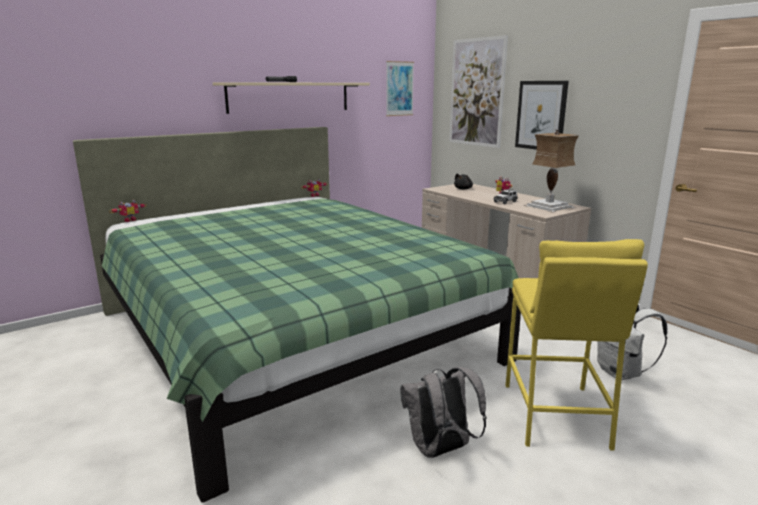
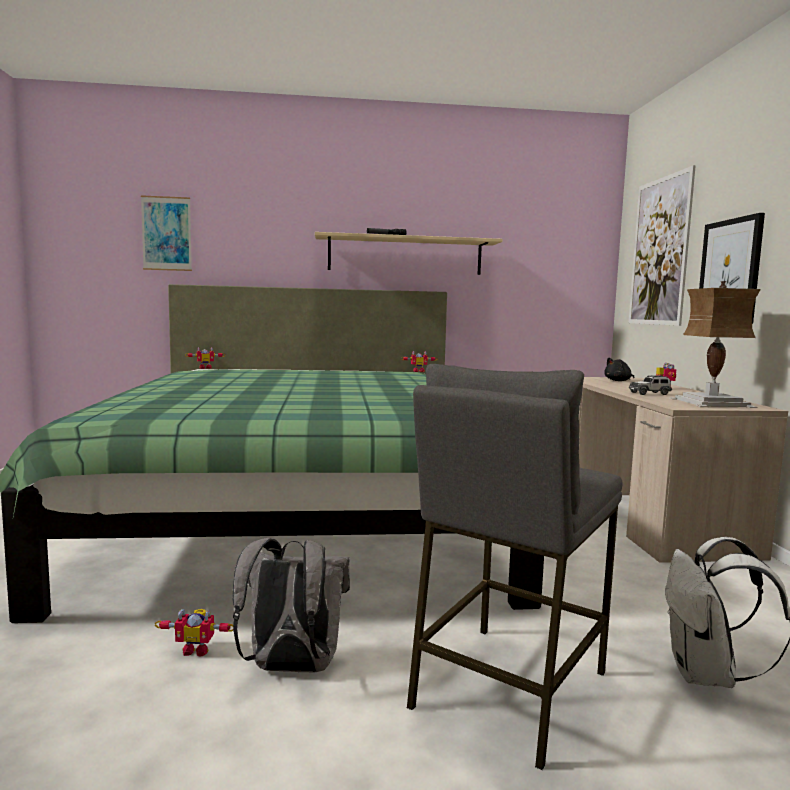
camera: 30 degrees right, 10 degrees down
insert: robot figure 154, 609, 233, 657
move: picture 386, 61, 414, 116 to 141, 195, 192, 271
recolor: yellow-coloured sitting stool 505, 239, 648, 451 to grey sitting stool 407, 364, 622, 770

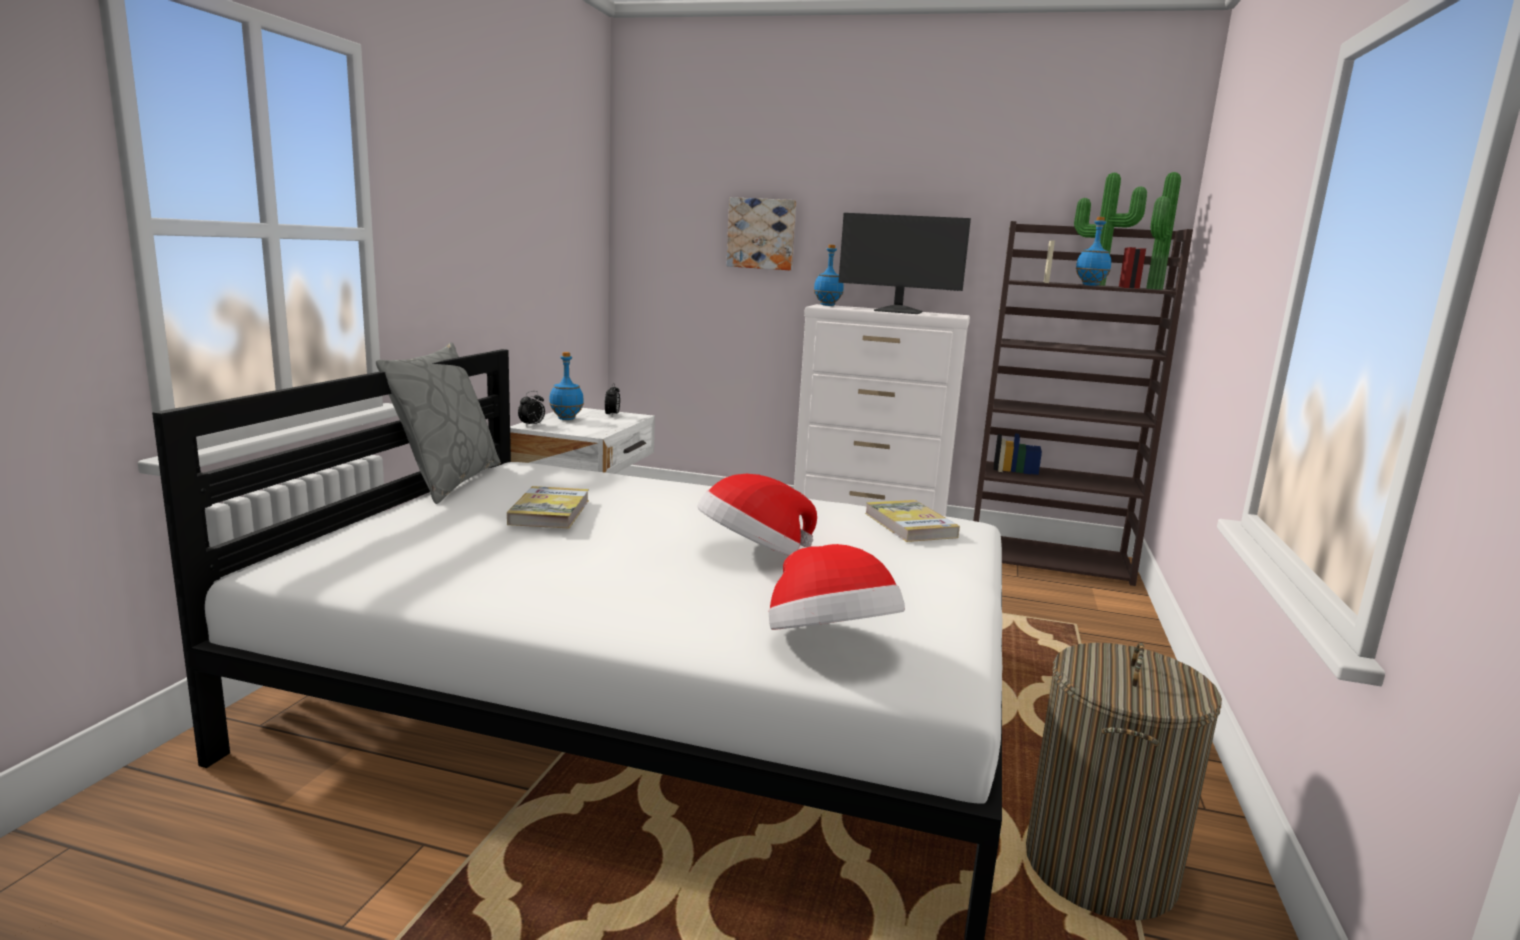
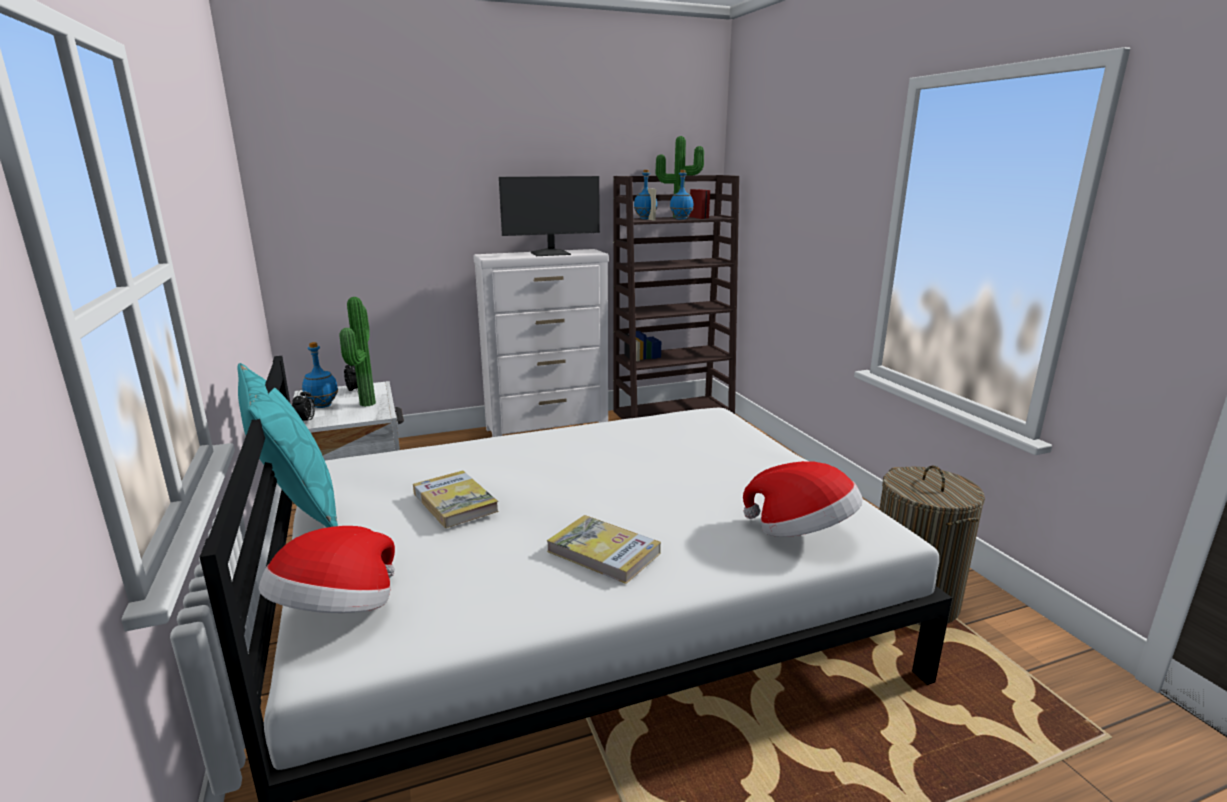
camera: 35 degrees left, 5 degrees up
delete: picture 726, 197, 796, 270
move: hat 698, 474, 817, 556 to 259, 526, 395, 613; houseplant 1146, 172, 1181, 290 to 340, 297, 376, 407; bound book 865, 500, 960, 542 to 547, 515, 661, 584; bluish drink bottle 814, 245, 844, 306 to 634, 170, 657, 219
recolor: grey pillow 376, 342, 501, 504 to turquoise-coloured pillow 238, 363, 338, 528

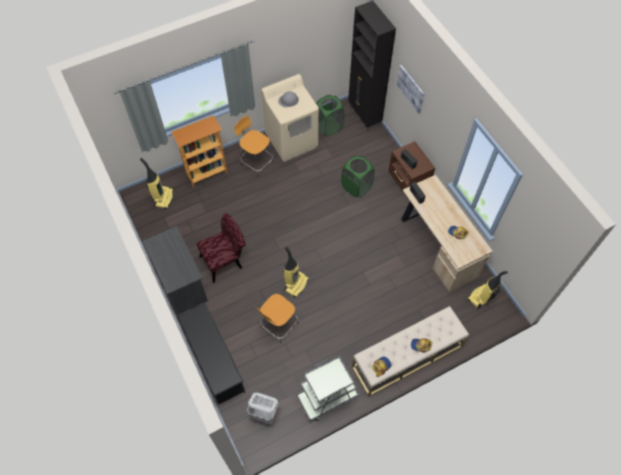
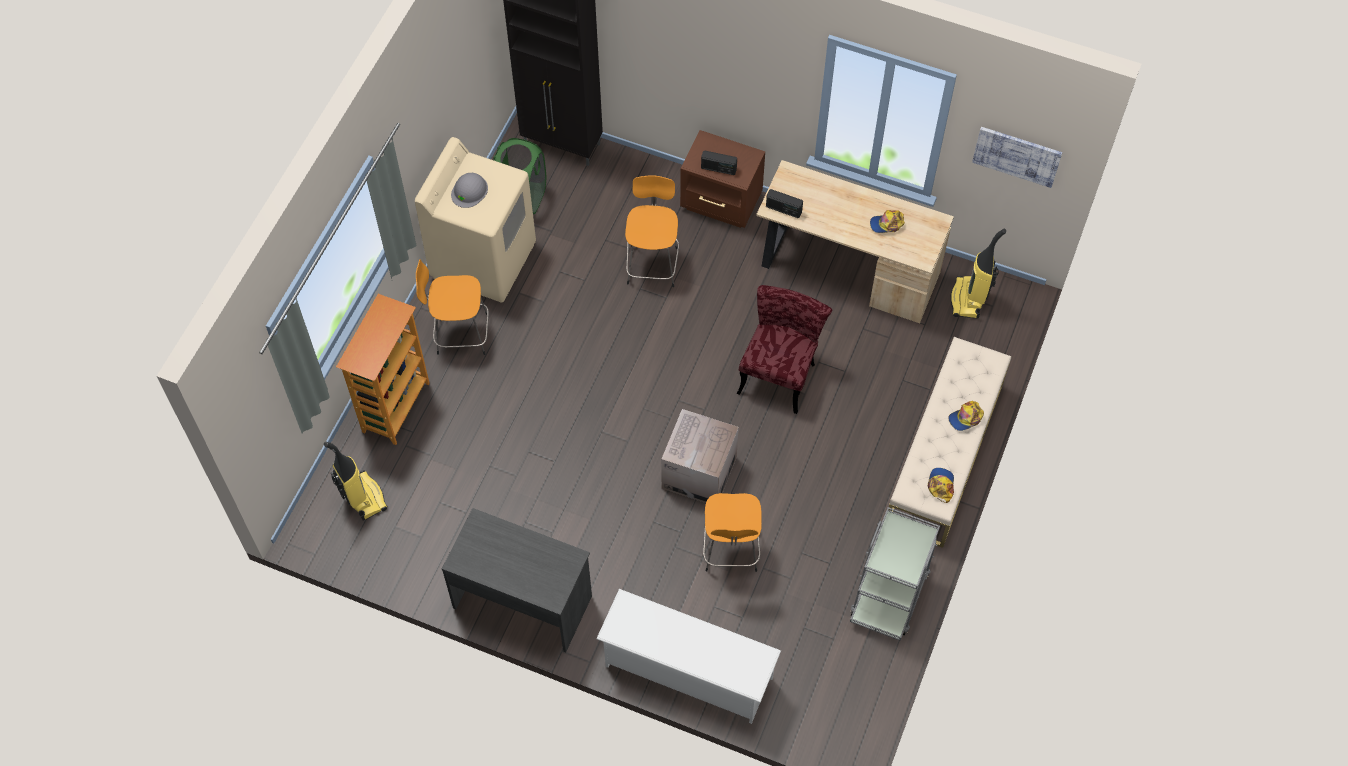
camera: 40 degrees left, 0 degrees up
delete: white-coloured washing basket 247, 392, 278, 425
move: reddish plain chair 197, 213, 245, 283 to 737, 285, 832, 414; picture 397, 65, 424, 113 to 972, 127, 1062, 188
replace: greenish washing basket 341, 156, 374, 197 to orangey sitting stool 625, 175, 679, 287; hoover 283, 246, 309, 298 to carton 661, 409, 739, 503
recolor: black shoe shelf 177, 303, 245, 404 to white-coloured shoe shelf 596, 589, 781, 724

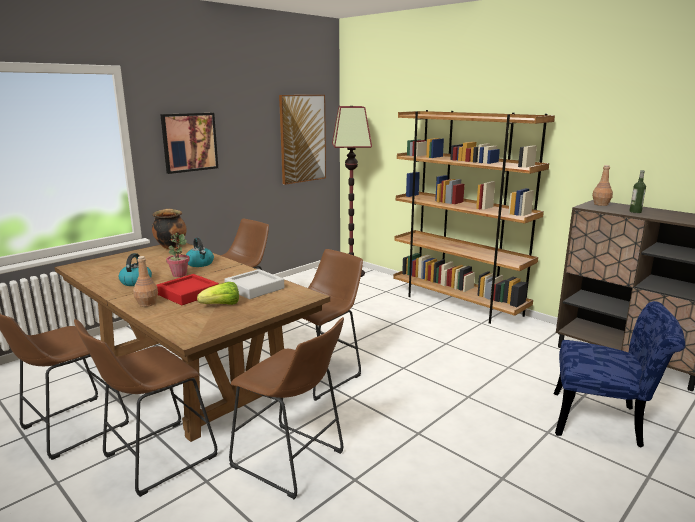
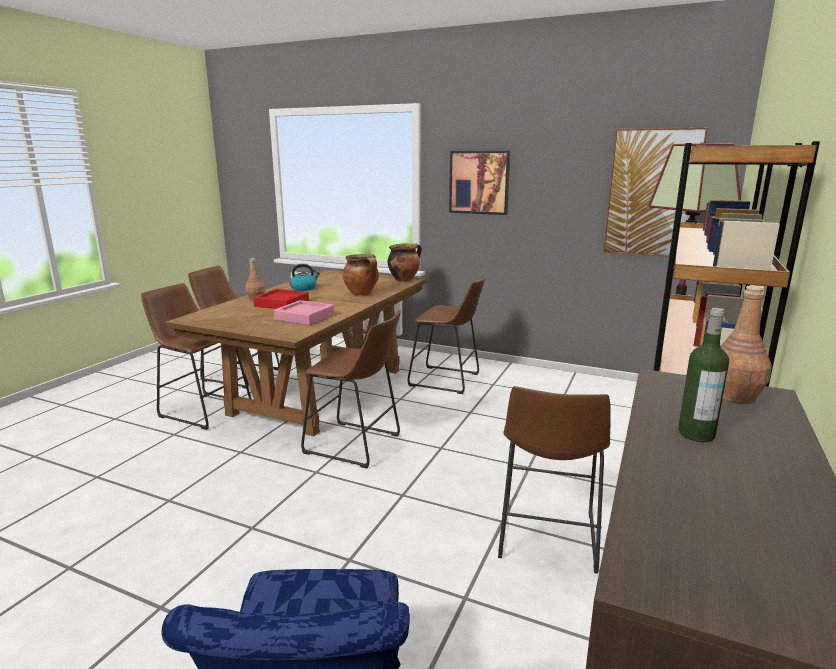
camera: 70 degrees right, 0 degrees up
delete: houseplant 166, 233, 190, 277; head of lettuce 197, 282, 239, 305
move: brownish sitting stool 229, 317, 344, 499 to 498, 386, 611, 574
replace: tea kettle 186, 238, 214, 267 to saucepot 343, 254, 379, 296
recolor: grey serving tray 224, 269, 284, 299 to pink serving tray 274, 300, 334, 325

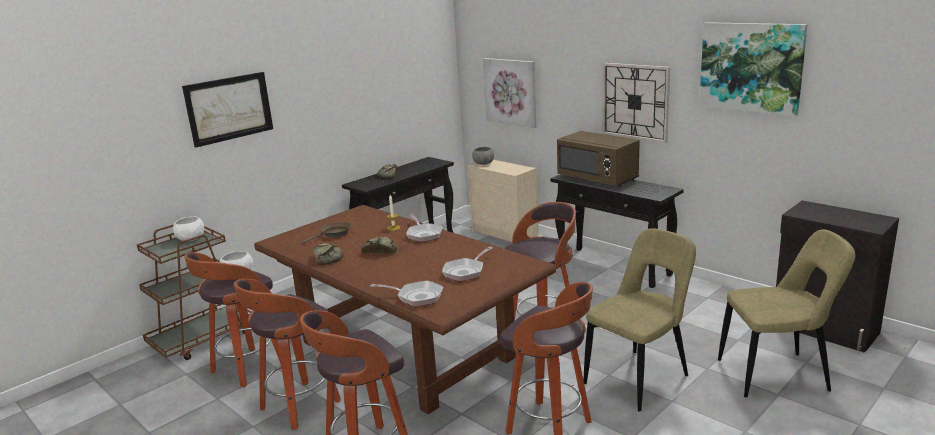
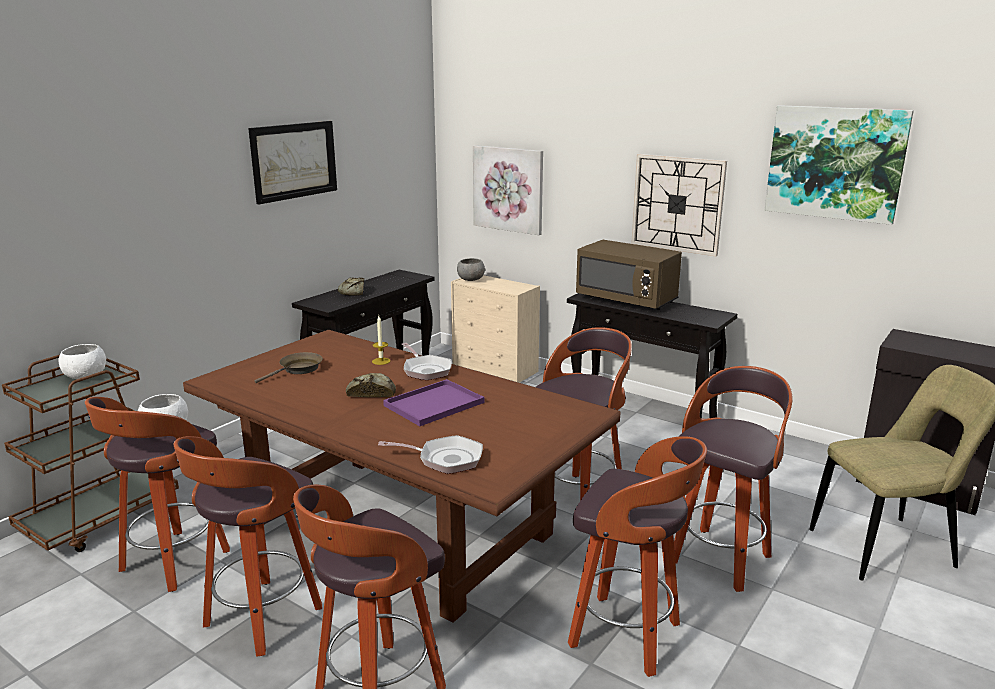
camera: 10 degrees left, 0 degrees up
delete: bread 314, 243, 343, 265; frying pan 442, 247, 493, 281
insert: purplish serving tray 383, 379, 484, 426
move: picture 182, 72, 273, 148 to 248, 121, 337, 204
replace: beige plain chair 584, 228, 696, 412 to sitting stool 674, 366, 792, 592

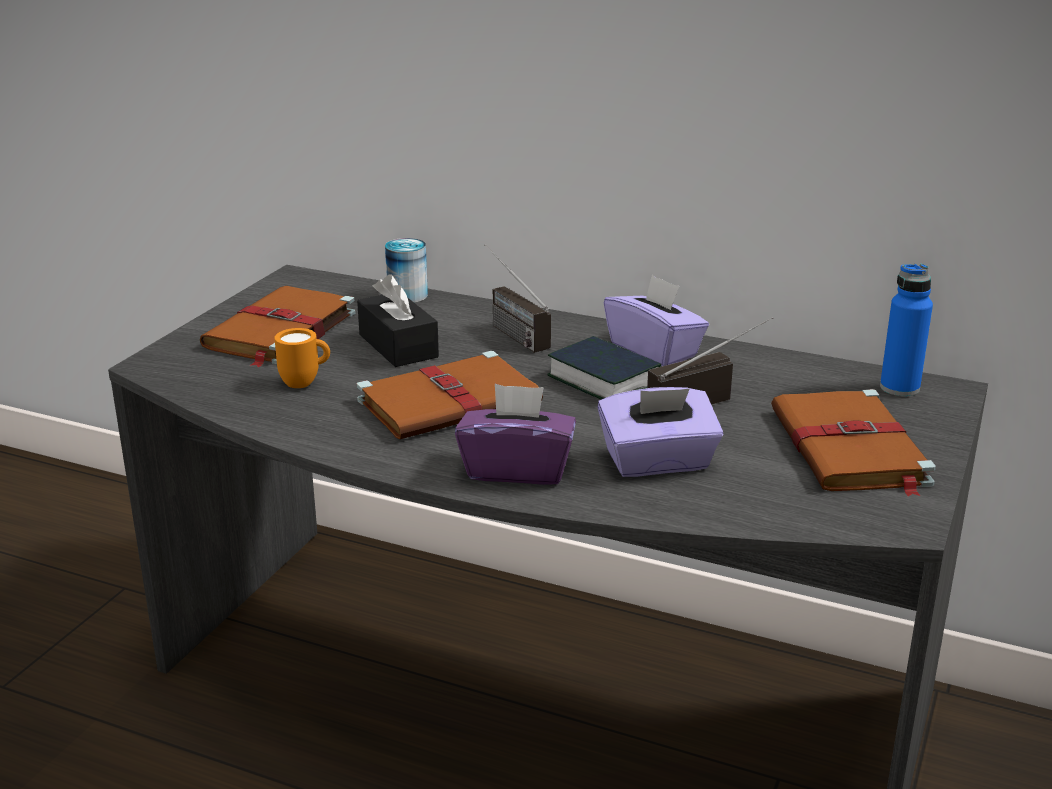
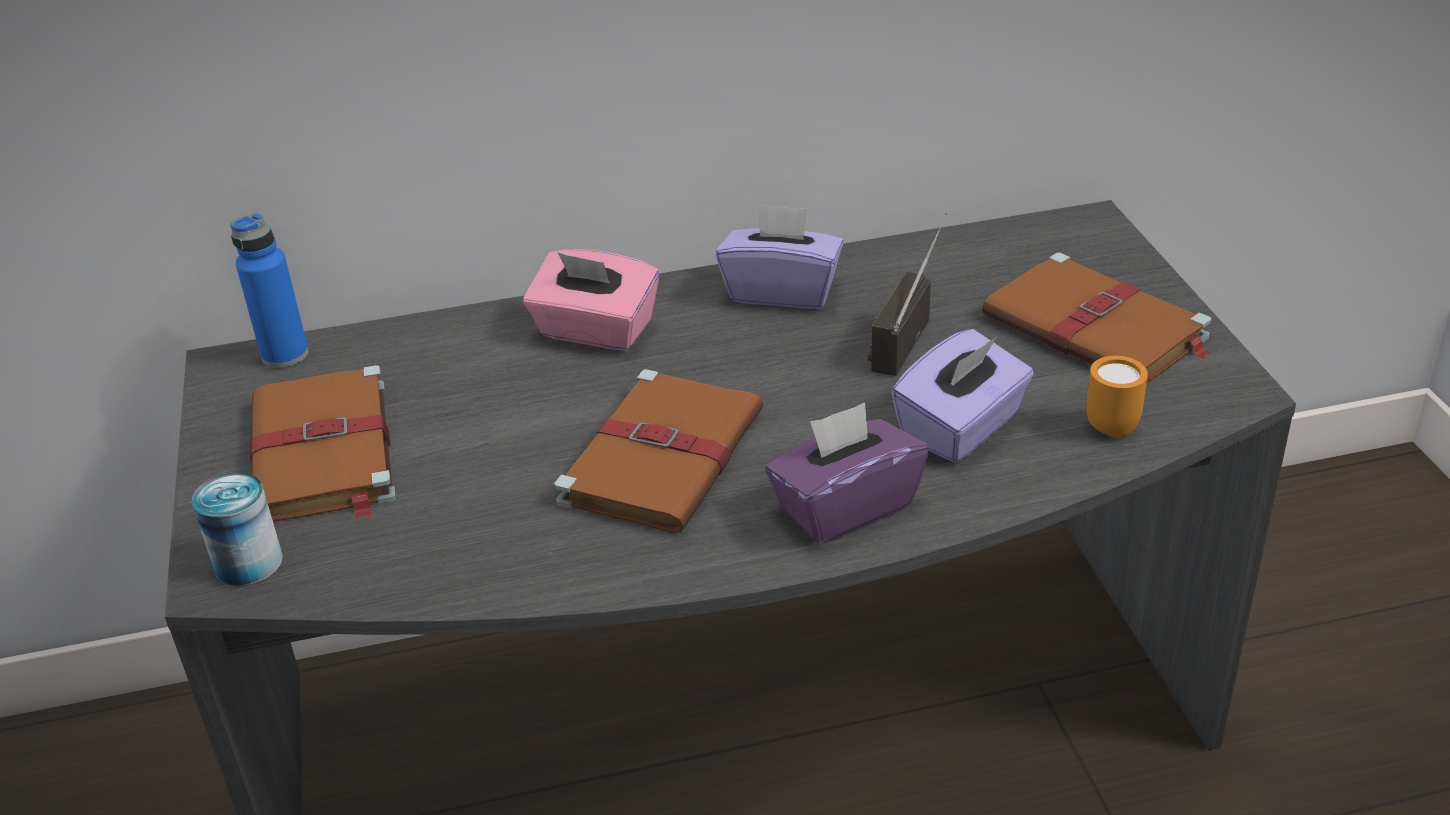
camera: 35 degrees left, 10 degrees up
delete: black box of tissues 357, 274, 439, 367; bound book 547, 336, 662, 399
move: metal can 385, 238, 428, 303 to 192, 472, 283, 586; bluish drink bottle 880, 264, 933, 396 to 230, 213, 308, 368; orangey tea mug 274, 328, 330, 388 to 1086, 356, 1148, 438
replace: radio receiver 484, 244, 551, 353 to pink box of tissues 523, 249, 659, 351

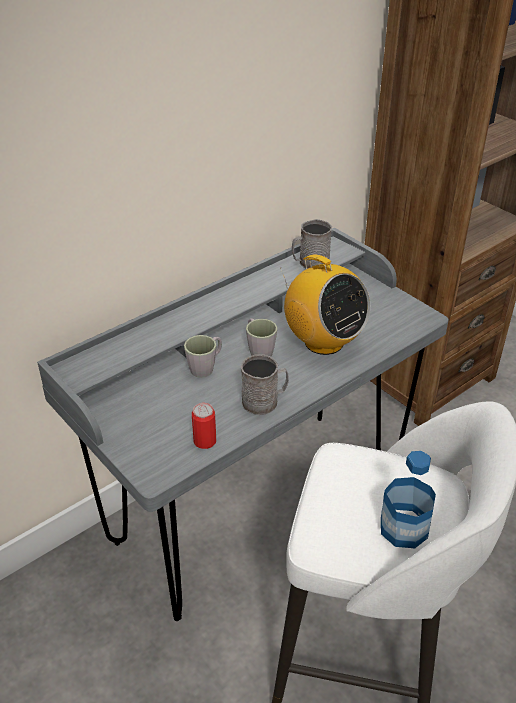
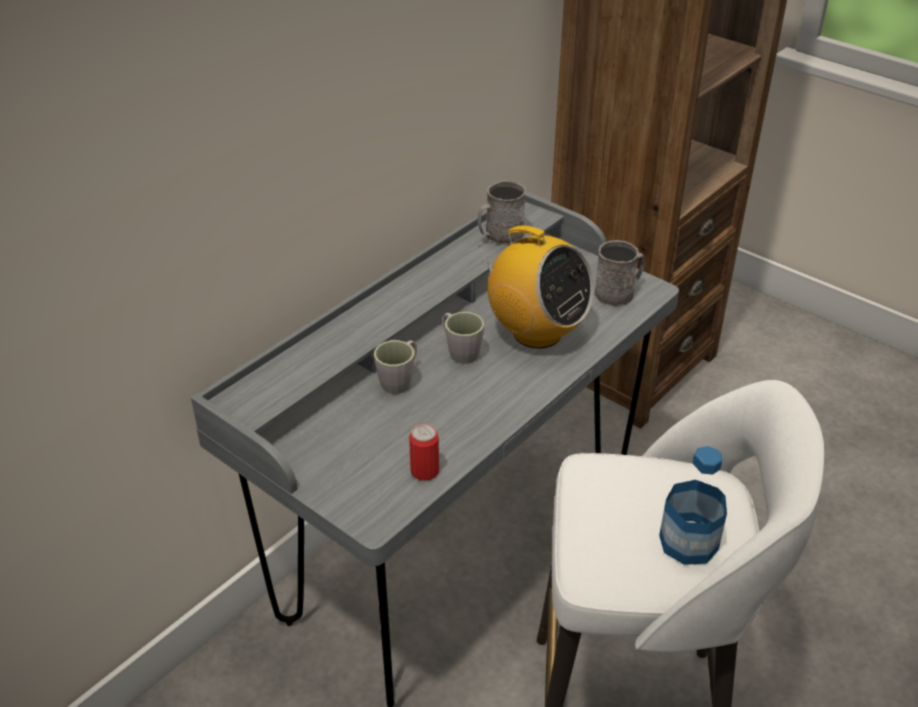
camera: 10 degrees left, 0 degrees up
move: grey tea mug 240, 354, 289, 415 to 594, 240, 645, 306

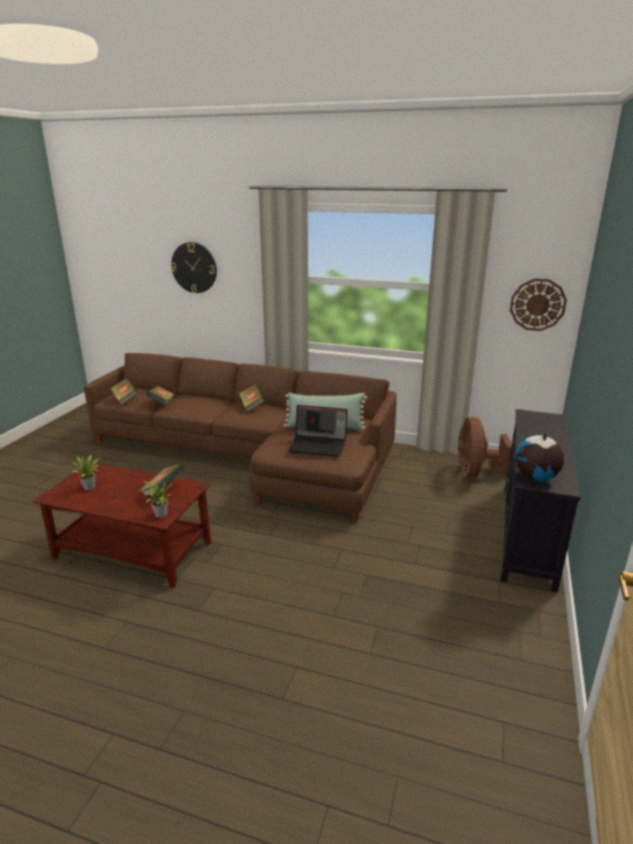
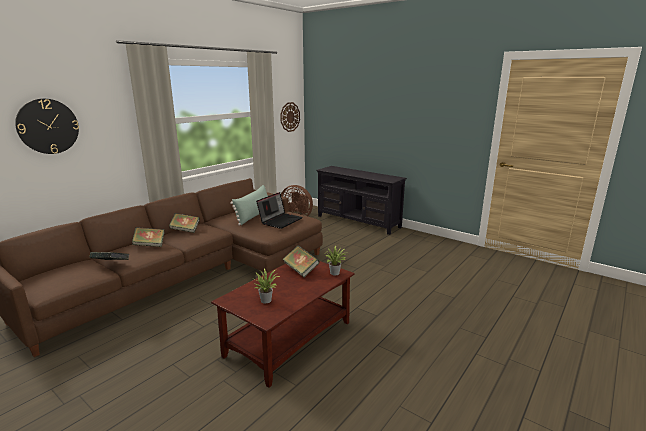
camera: 70 degrees left, 5 degrees down
delete: desk globe 515, 433, 564, 482
move: bound book 111, 378, 138, 405 to 132, 227, 165, 247

